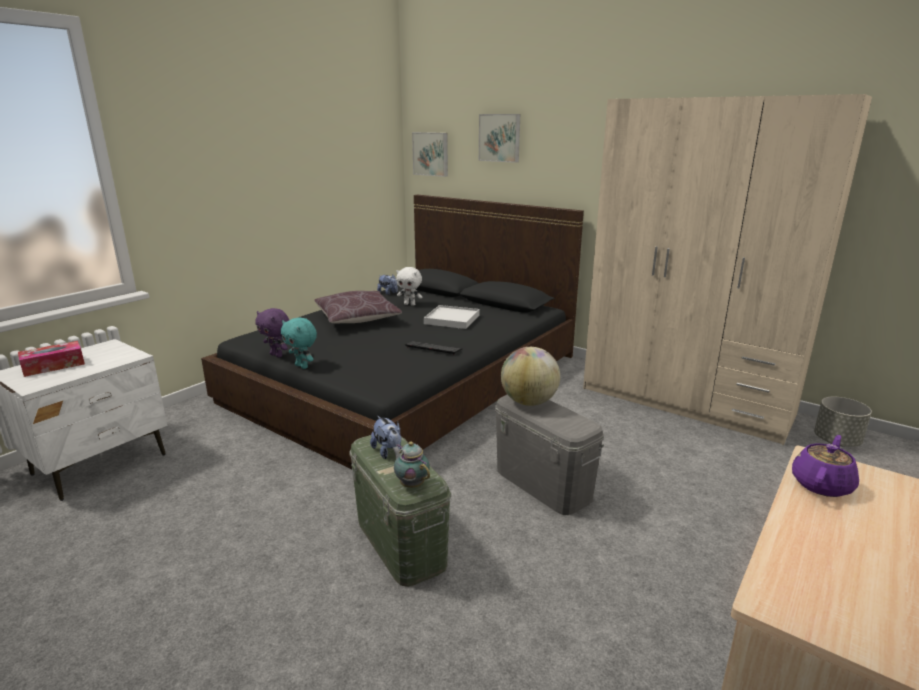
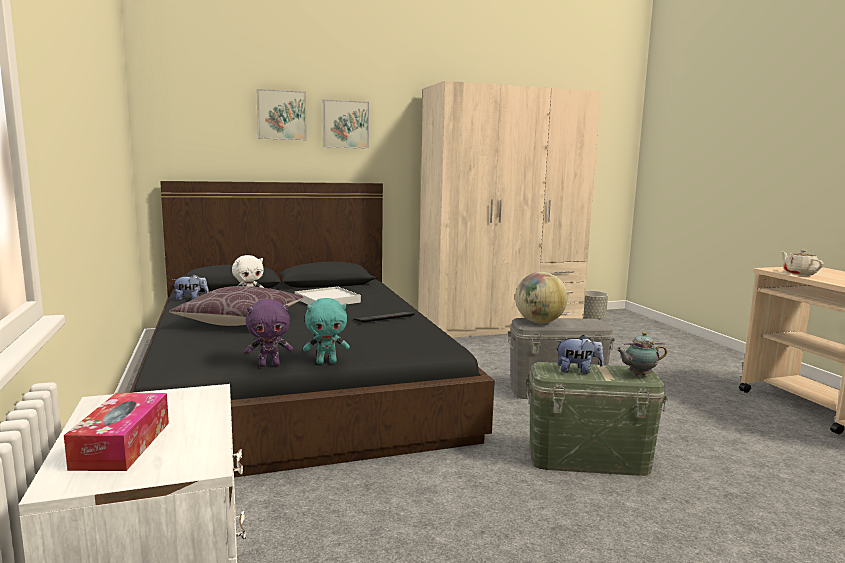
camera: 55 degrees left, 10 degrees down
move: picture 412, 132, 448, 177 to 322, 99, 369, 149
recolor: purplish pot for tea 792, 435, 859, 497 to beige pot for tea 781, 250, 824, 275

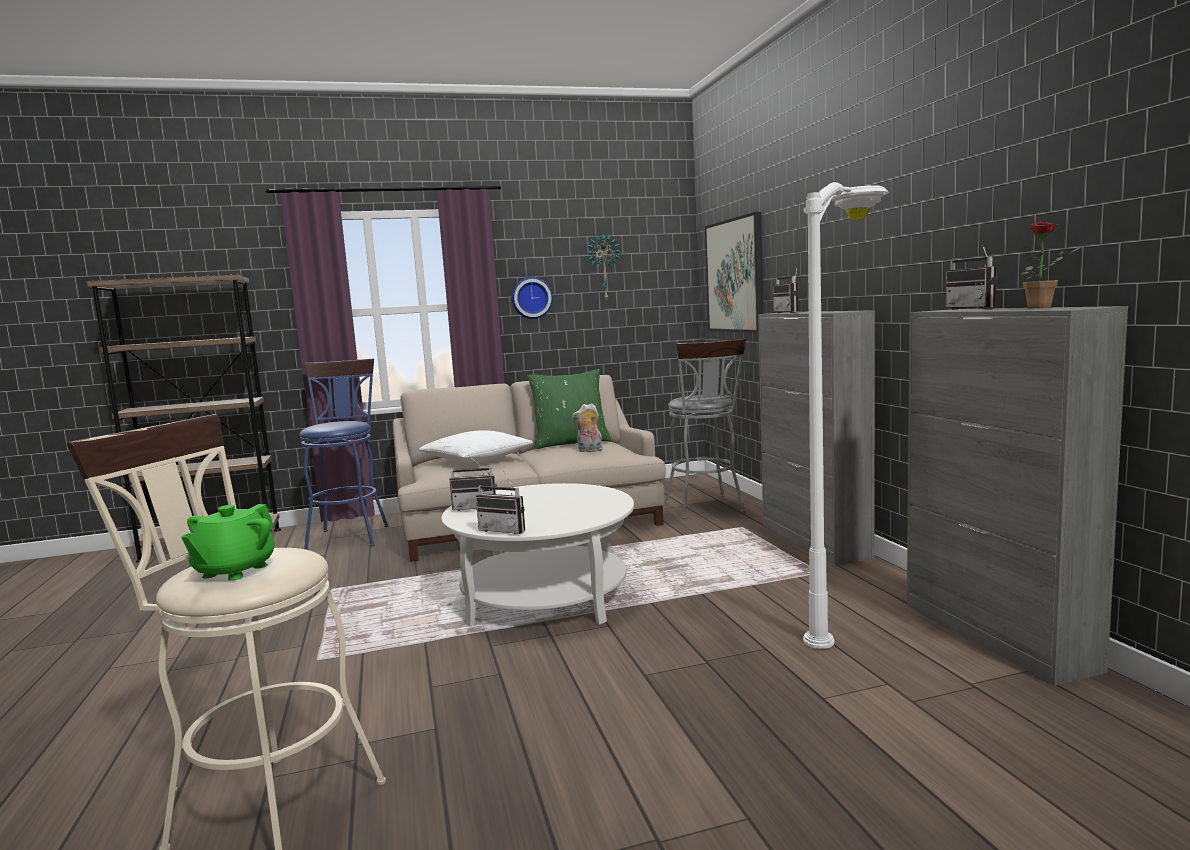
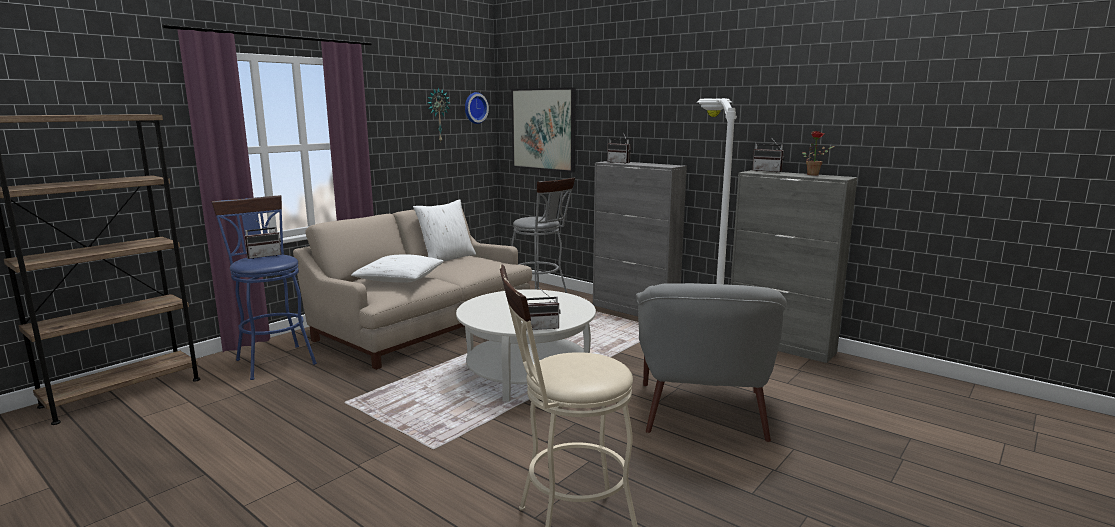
camera: 35 degrees left, 5 degrees up
delete: greenish pot for tea 181, 504, 275, 581; cuddly toy 572, 403, 603, 452
insert: grey easy chair 636, 283, 787, 442
move: radio receiver 449, 455, 497, 511 to 244, 220, 281, 259; wall clock 512, 277, 553, 319 to 465, 92, 489, 124
recolor: greenish pillow 527, 369, 611, 449 to white-coloured pillow 413, 199, 476, 261

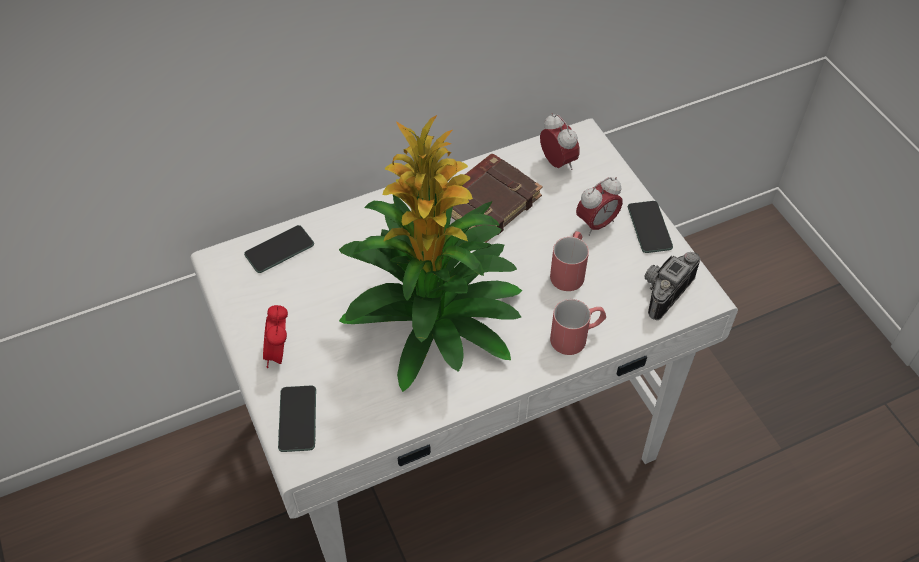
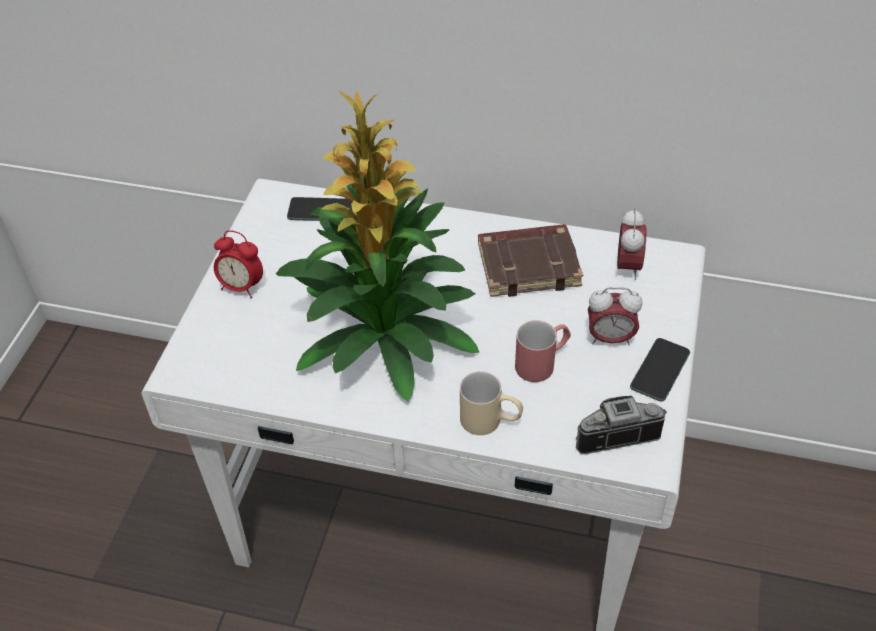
camera: 40 degrees right, 5 degrees down
delete: telephone 278, 385, 316, 452
recolor: reddish tea mug 550, 299, 606, 355 to beige tea mug 460, 371, 523, 435
rotate: bedside clock 263, 305, 288, 368 = 214, 230, 263, 298 105 degrees counterclockwise

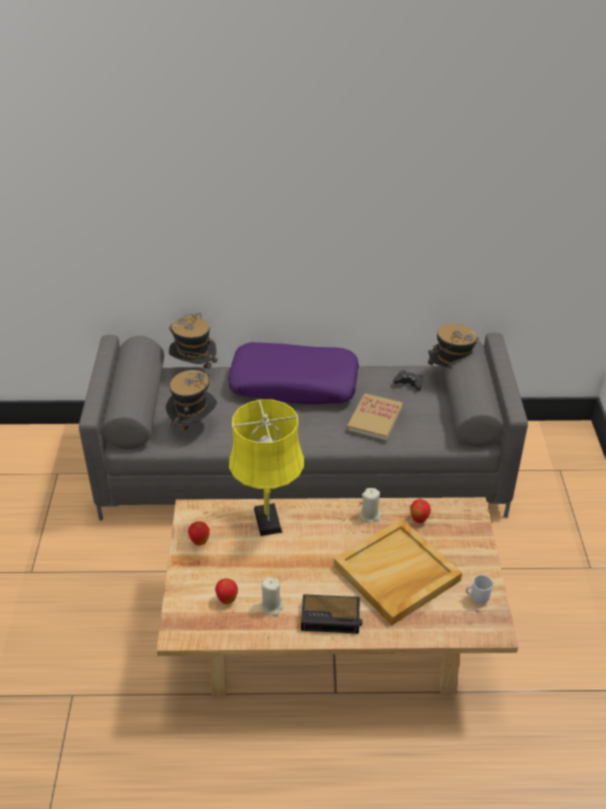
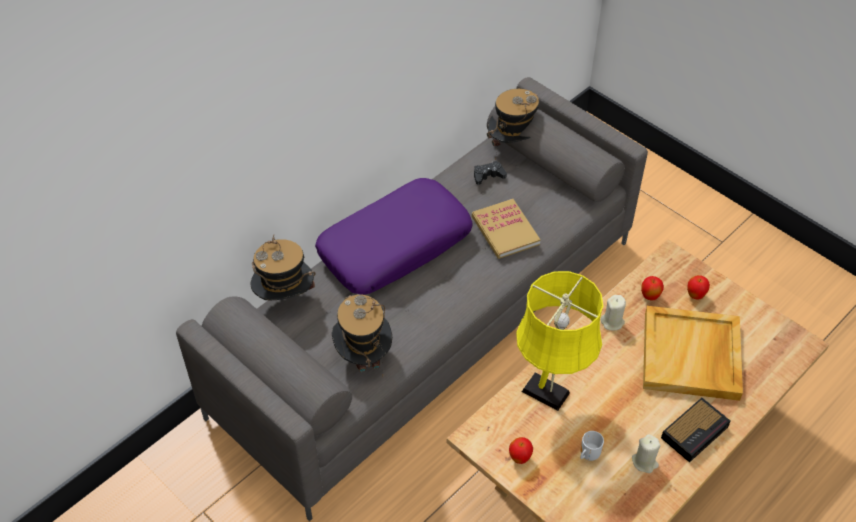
camera: 45 degrees left, 10 degrees up
move: tea mug 466, 575, 493, 604 to 580, 431, 604, 461; apple fruit 215, 578, 238, 604 to 687, 275, 710, 300

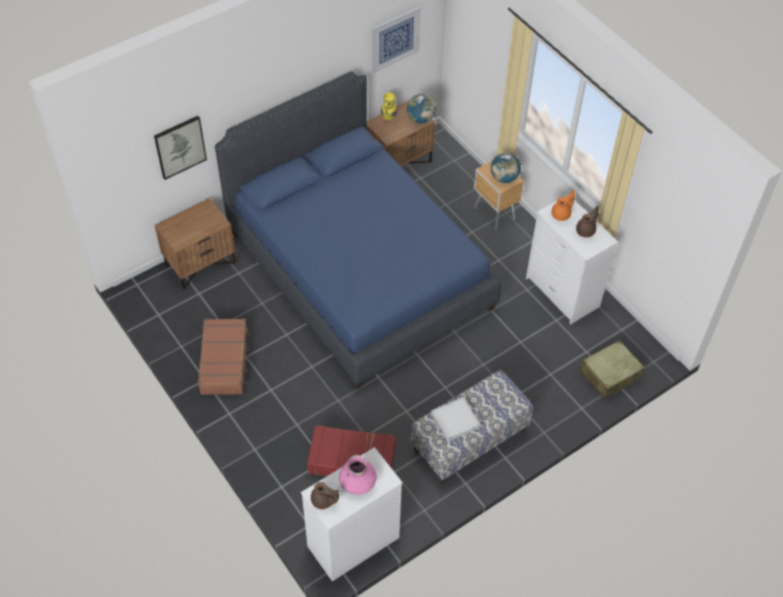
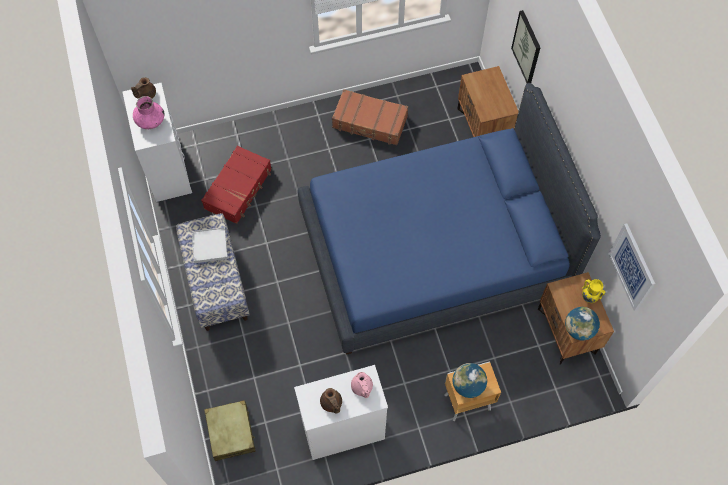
camera: 110 degrees right, 10 degrees up
recolor: orangey pot for tea 551, 190, 575, 221 to pink pot for tea 351, 372, 373, 398

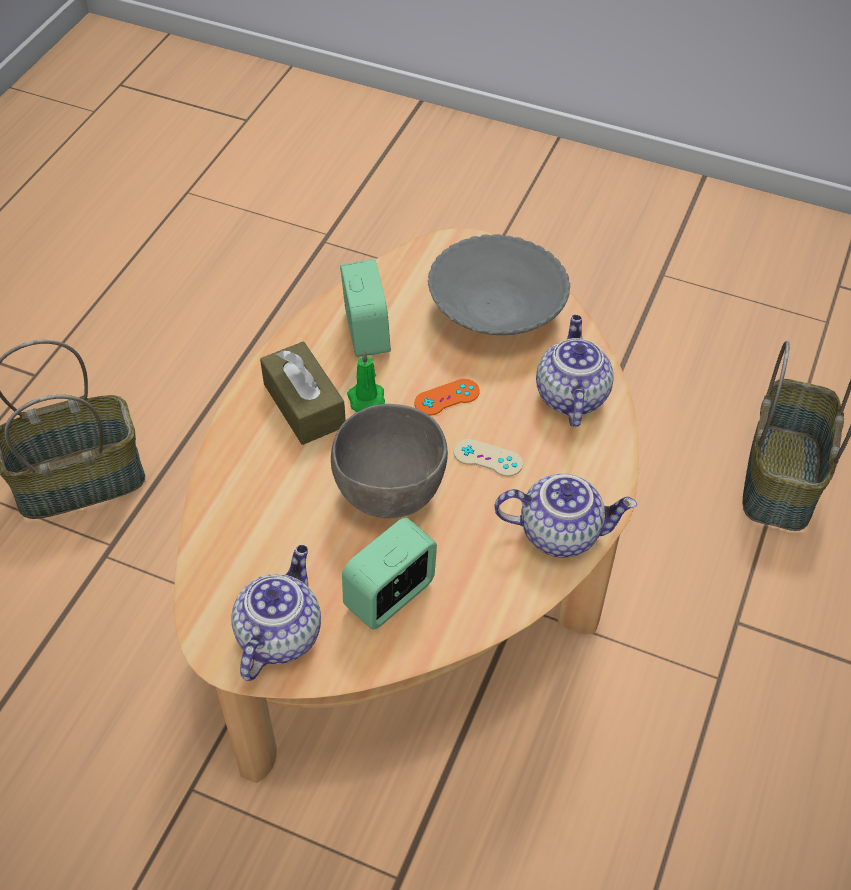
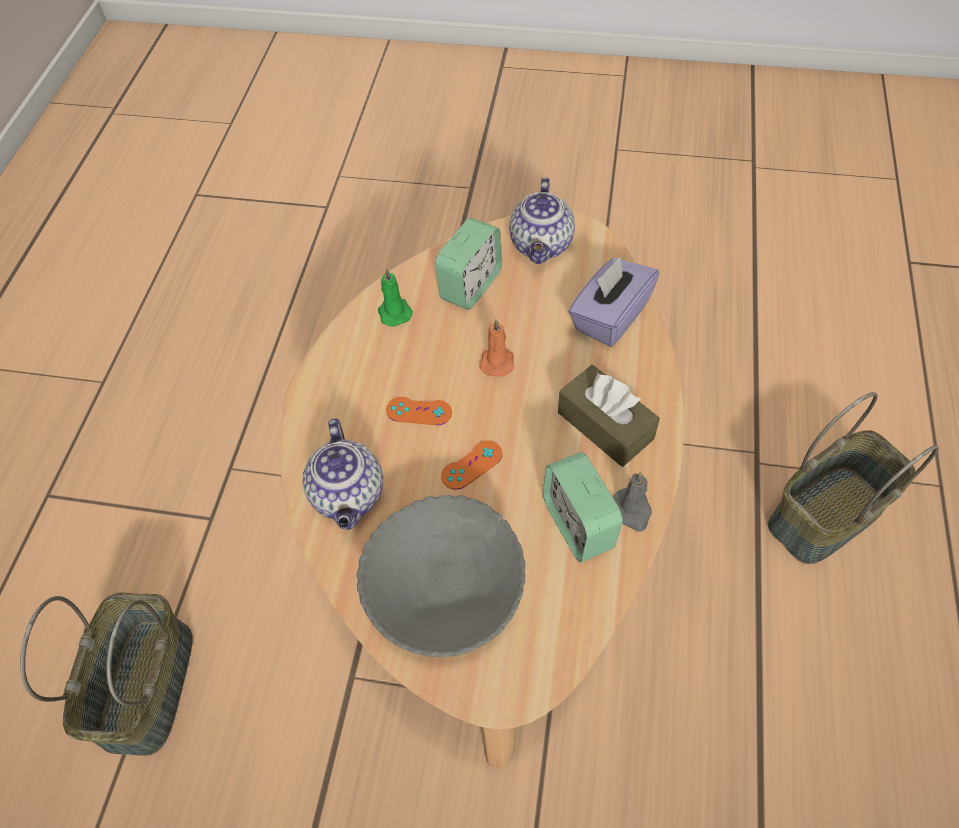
camera: 170 degrees right, 5 degrees up
delete: pot for tea 494, 474, 637, 558
insert: purplish box of tissues 569, 257, 659, 347; grey wax light 613, 472, 652, 532
move: greenish wax light 347, 350, 385, 412 to 378, 268, 413, 327
replace: grey serving bowl 331, 404, 448, 518 to orangey wax light 479, 319, 514, 377
recolor: beige game controller 453, 439, 523, 477 to orangey game controller 386, 397, 452, 425

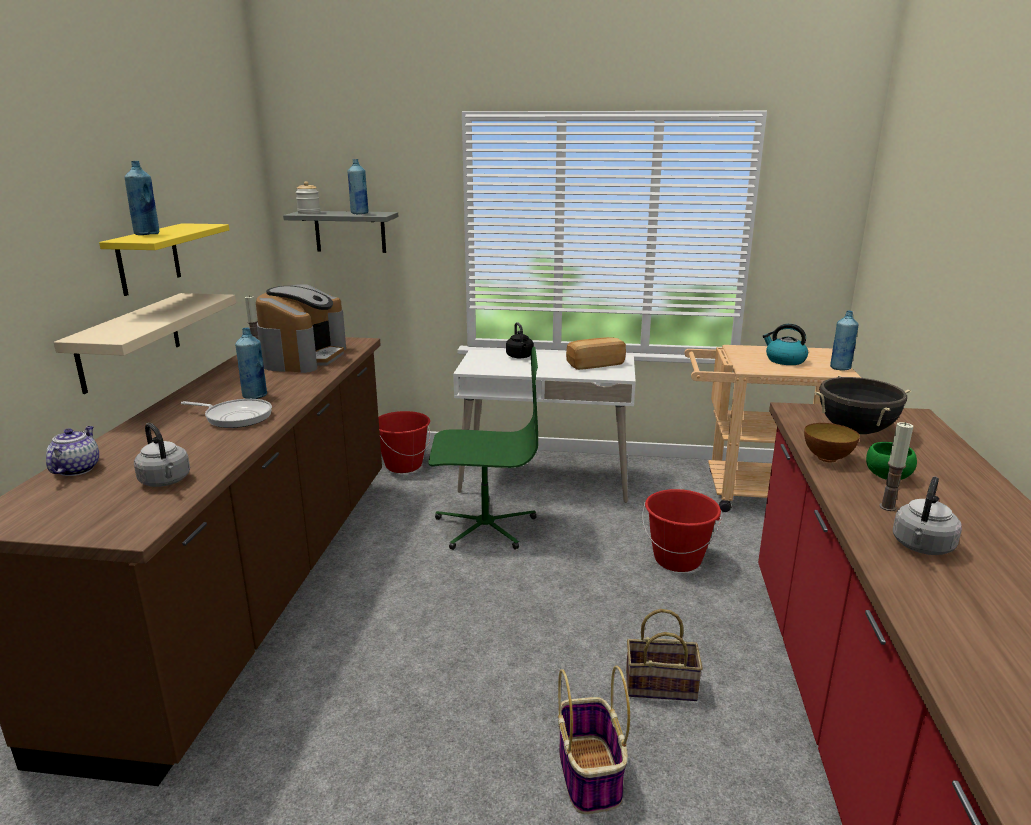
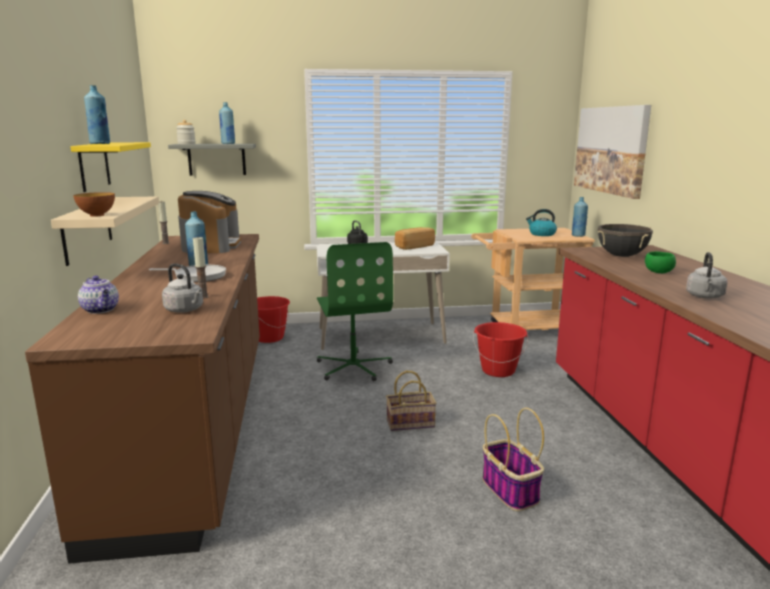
camera: 15 degrees left, 5 degrees down
insert: picture 574, 105, 651, 199
move: serving bowl 804, 423, 860, 462 to 73, 192, 115, 217; wax light 879, 422, 913, 511 to 193, 237, 209, 299; storage basket 626, 609, 703, 701 to 386, 371, 437, 431
rotate: pot for tea 46, 426, 99, 476 = 78, 276, 119, 314 150 degrees clockwise; greenish office chair 428, 347, 538, 550 = 317, 242, 393, 381 90 degrees clockwise

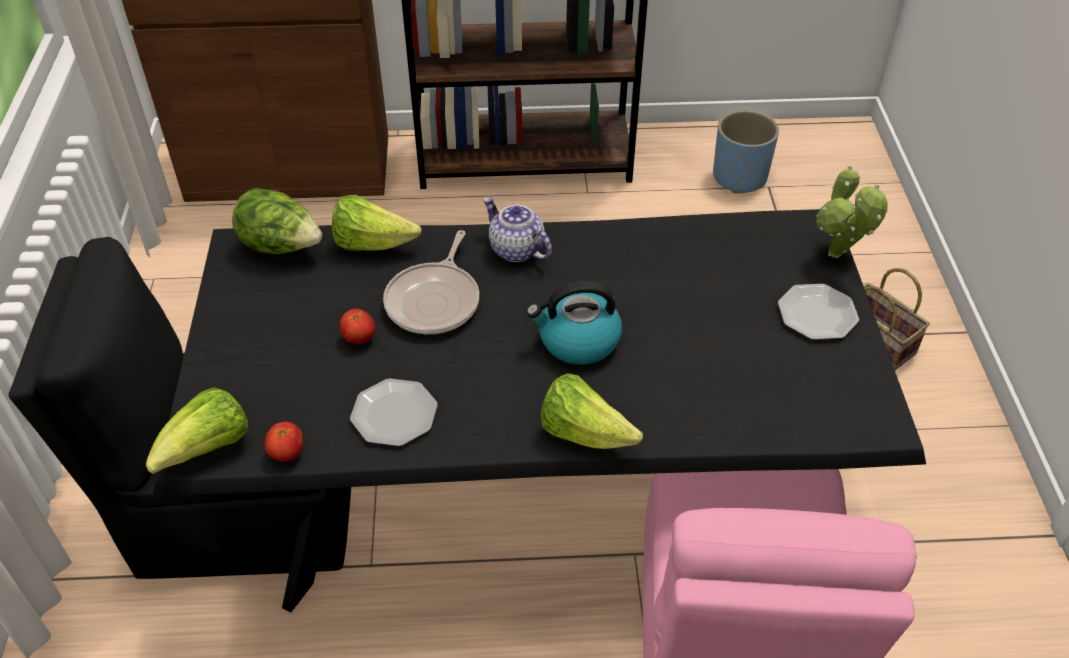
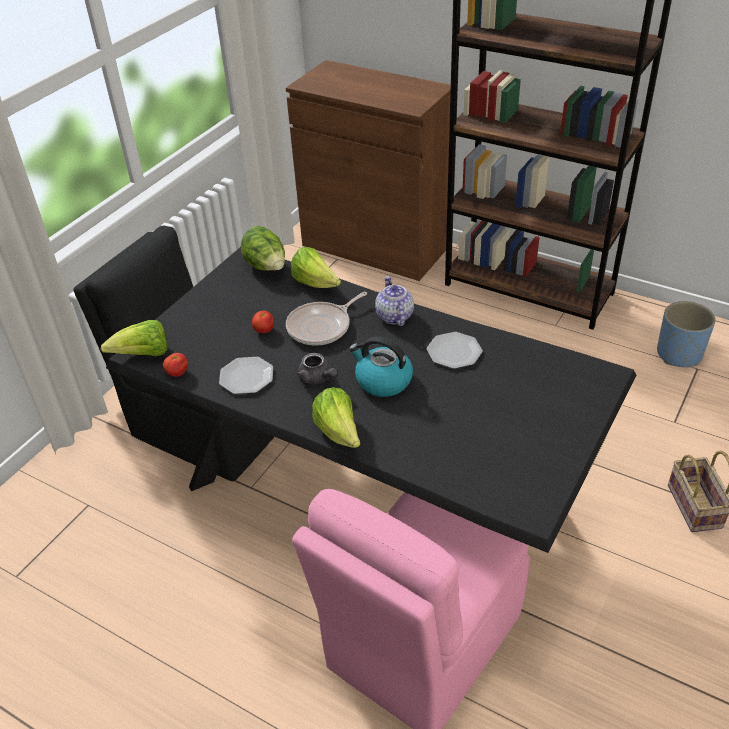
camera: 35 degrees right, 5 degrees down
delete: houseplant 816, 166, 888, 258
insert: grey pot for tea 297, 353, 338, 384
move: flat dish 778, 284, 859, 340 to 427, 332, 482, 369

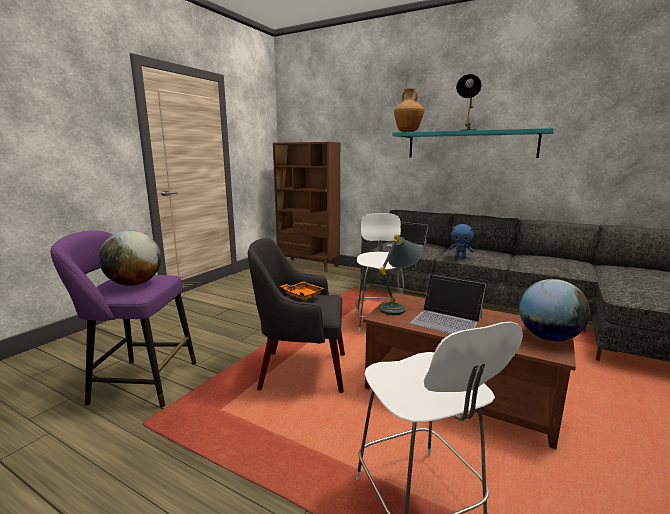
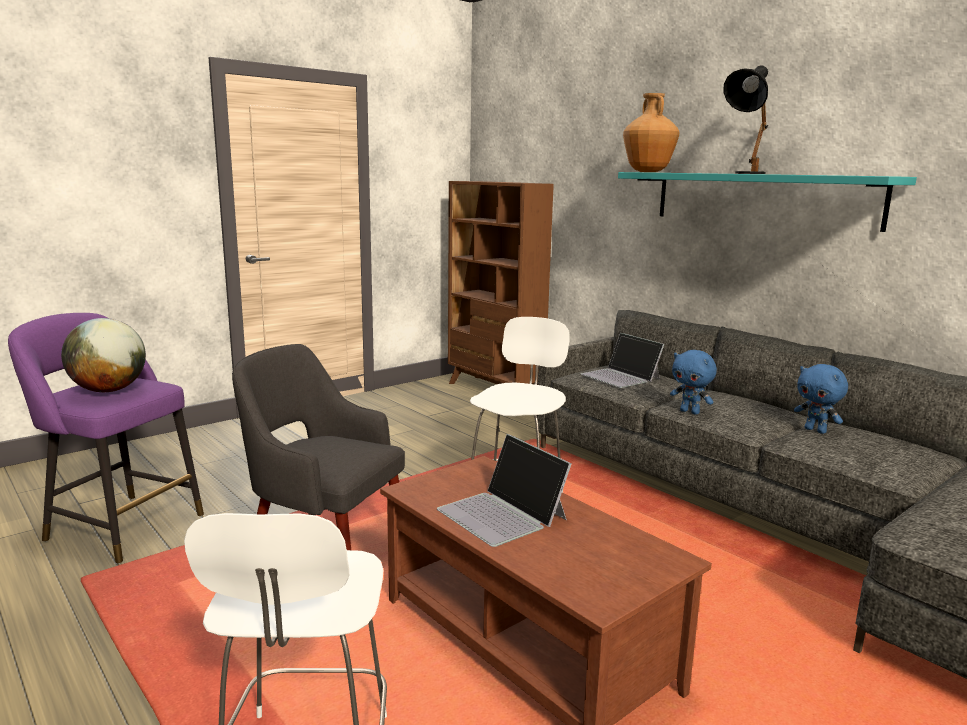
camera: 20 degrees right, 0 degrees up
delete: orangey serving tray 280, 281, 325, 300; grey table lamp 379, 234, 422, 315; desk globe 519, 279, 590, 341
insert: bluish cuddly toy 794, 364, 848, 434

